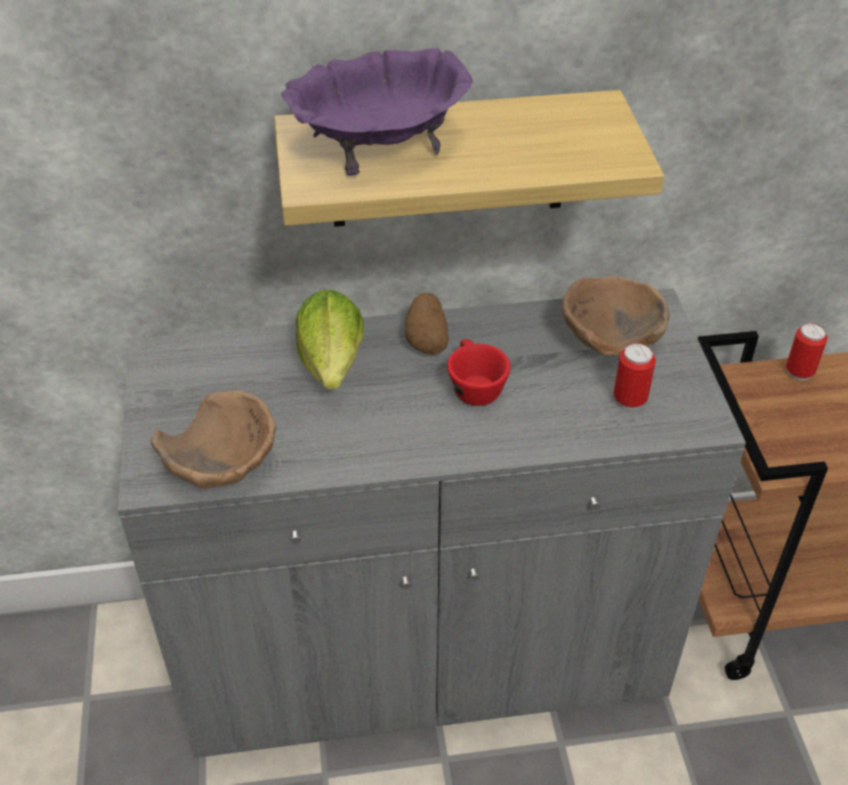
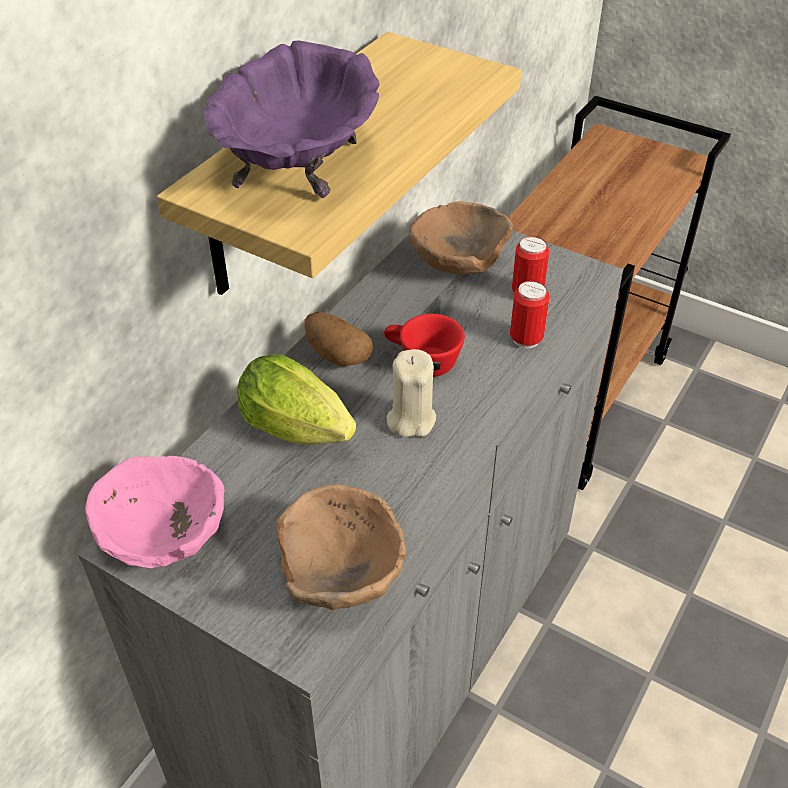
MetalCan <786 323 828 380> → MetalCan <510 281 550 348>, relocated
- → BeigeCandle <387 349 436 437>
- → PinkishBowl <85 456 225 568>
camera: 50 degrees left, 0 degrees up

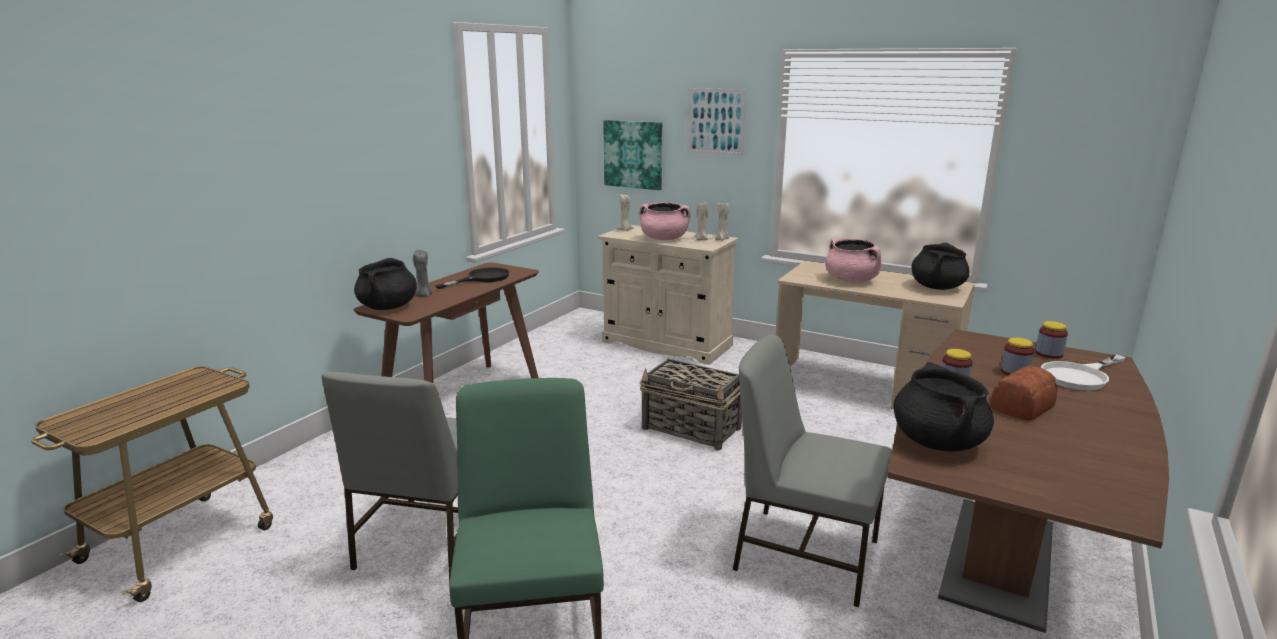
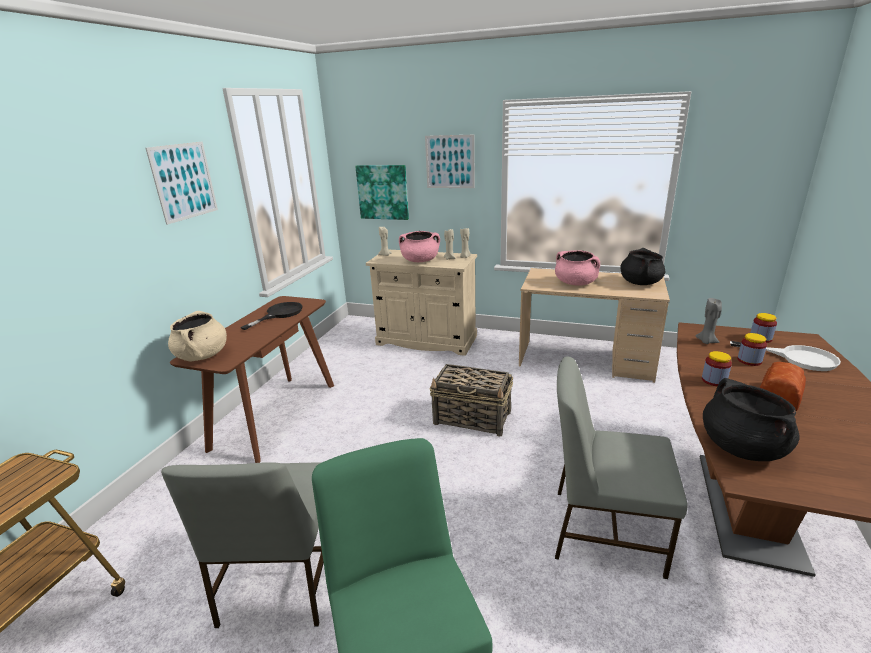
GreyCandle <413 250 432 297> → GreyCandle <695 298 722 344>, relocated
BlackColouredSaucepot <354 258 417 310> → BeigeSaucepot <168 311 227 362>
WhitishPan <1041 355 1126 390> → WhitishPan <730 341 841 371>, 105 degrees counterclockwise
- → WallArt <145 141 218 225>
camera: 10 degrees left, 5 degrees up

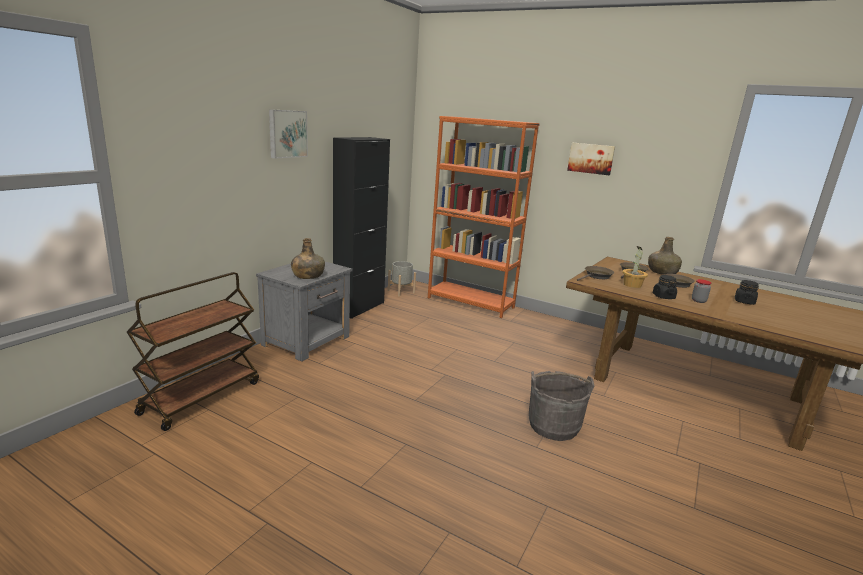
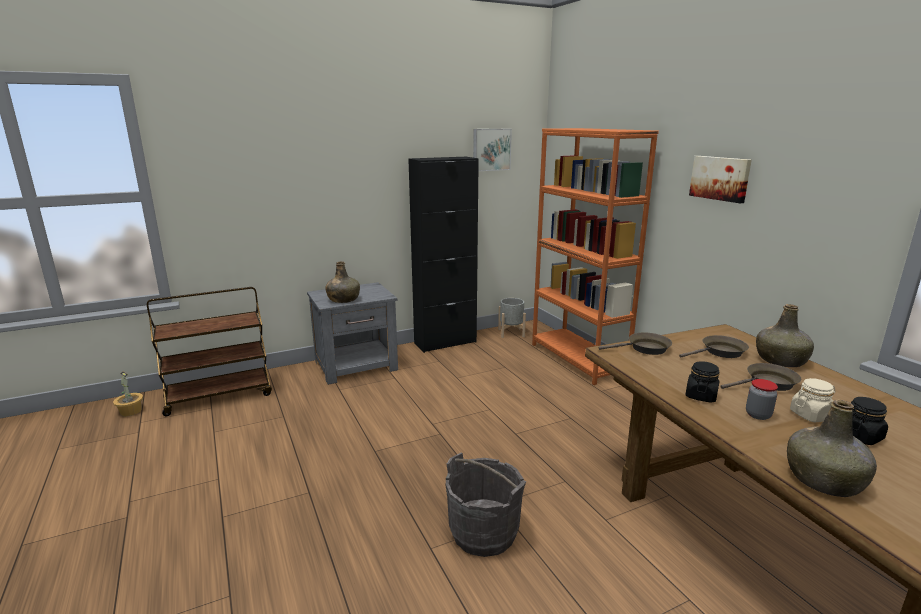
WallArt <269 109 308 159> → WallArt <473 129 512 171>, relocated
PottedPlant <622 246 648 288> → PottedPlant <113 372 143 416>, relocated
- → BeigePreserveJar <790 378 835 422>
- → GreenDrinkBottle <787 399 877 497>
camera: 35 degrees right, 0 degrees up

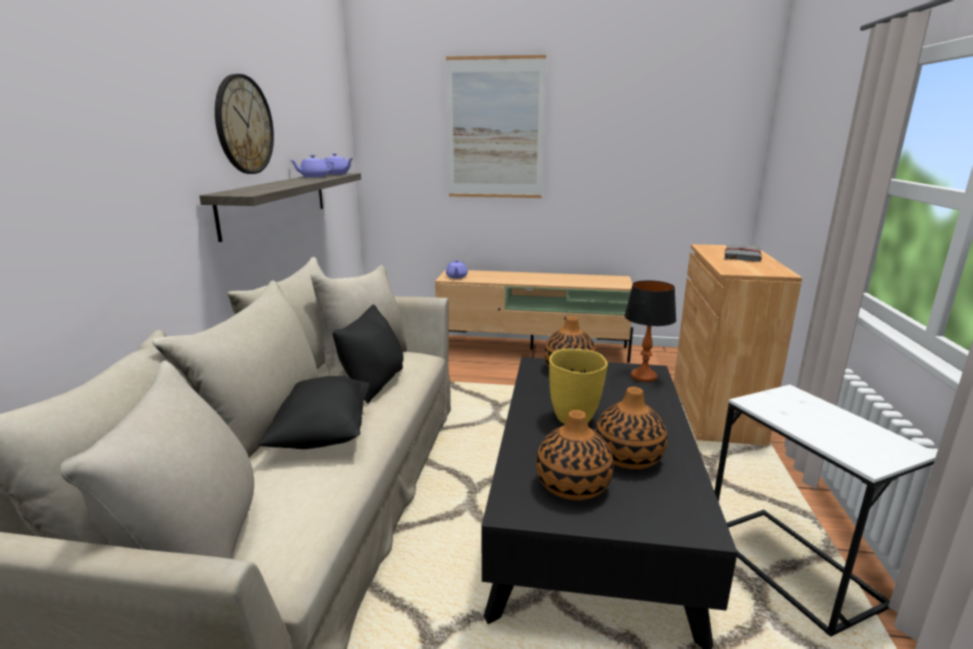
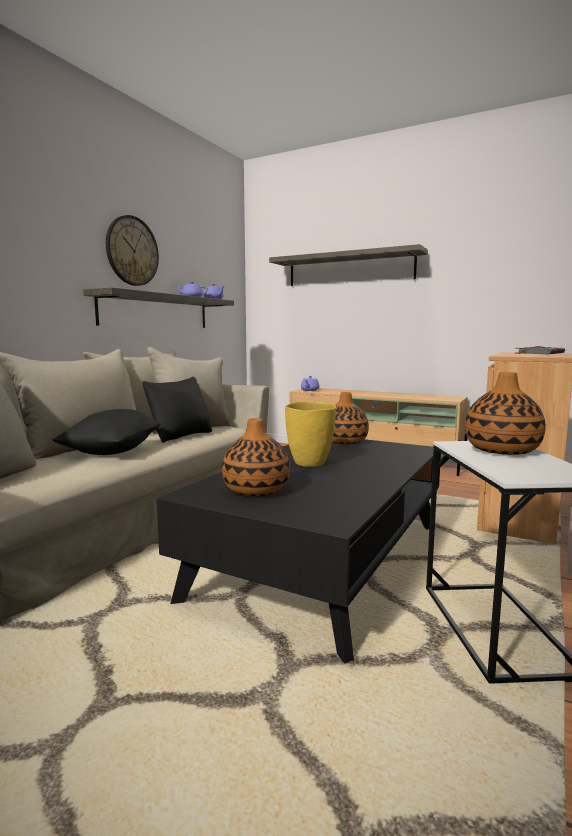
WallArt <446 55 546 198> → BracketShelf <269 244 428 286>
TabletopLamp <625 280 676 382> → -
FlowerVase <595 387 667 469> → FlowerVase <465 372 545 455>, relocated
camera: 20 degrees right, 10 degrees down

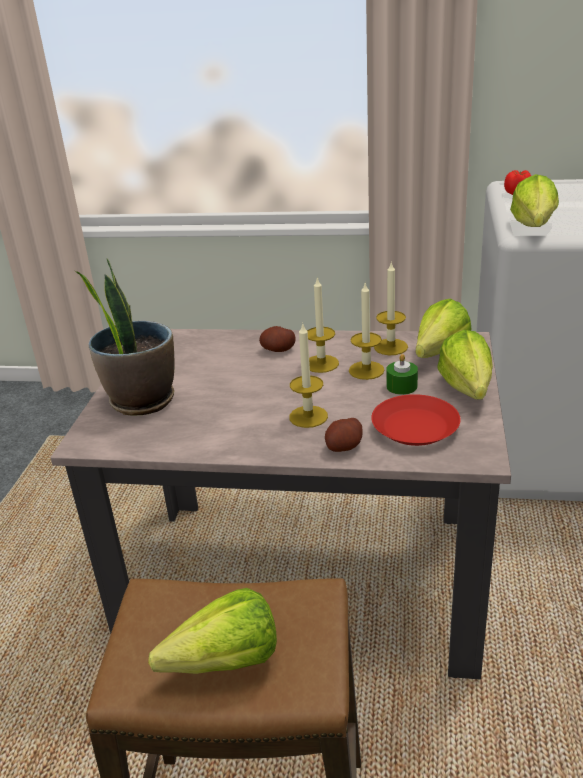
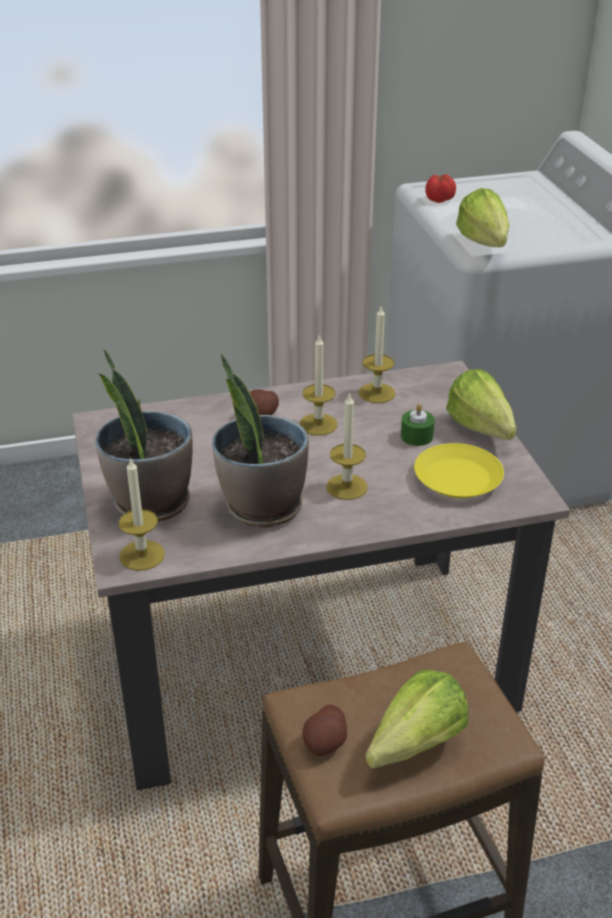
Candle <349 283 384 380> → Candle <119 457 165 571>, relocated
Lettuce <415 299 472 358> → -
RedFlatDish <371 394 461 446> → YellowColouredFlatDish <414 443 504 498>
Potato <325 418 363 452> → Potato <303 704 347 756>, relocated
- → PottedPlant <212 353 309 528>
camera: 25 degrees left, 5 degrees up

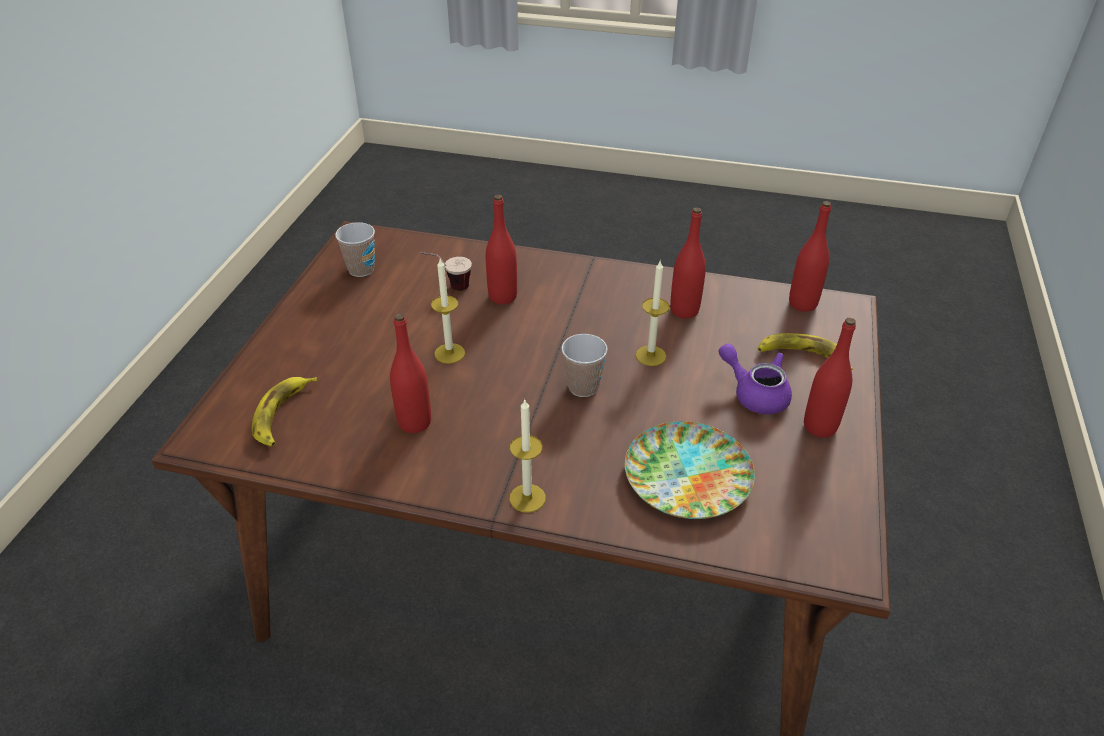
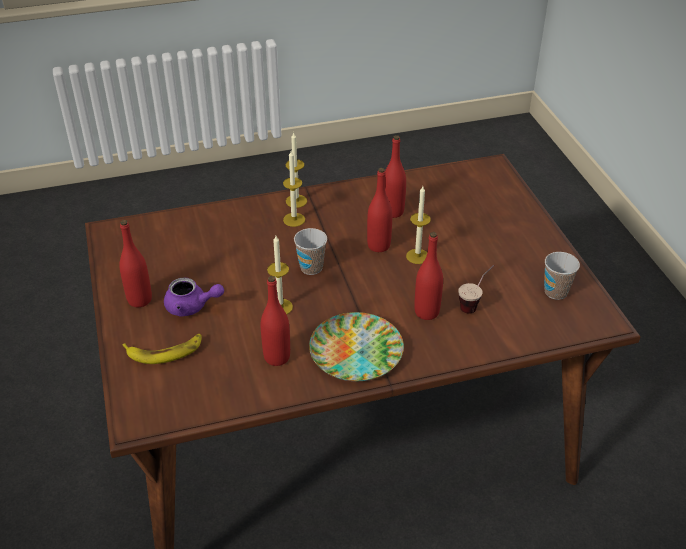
RedDrinkBottle <789 201 831 312> → RedDrinkBottle <367 168 392 252>, relocated
WholeBanana <252 377 317 446> → -
FlatDish <625 421 755 519> → FlatDish <309 312 404 381>, relocated
- → Candle <283 151 305 227>
camera: 150 degrees right, 0 degrees up

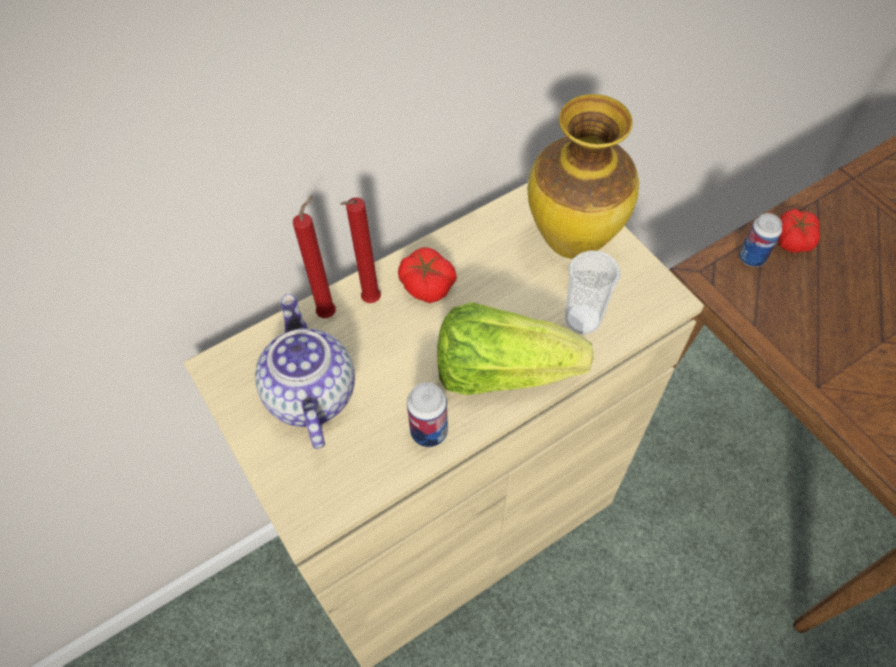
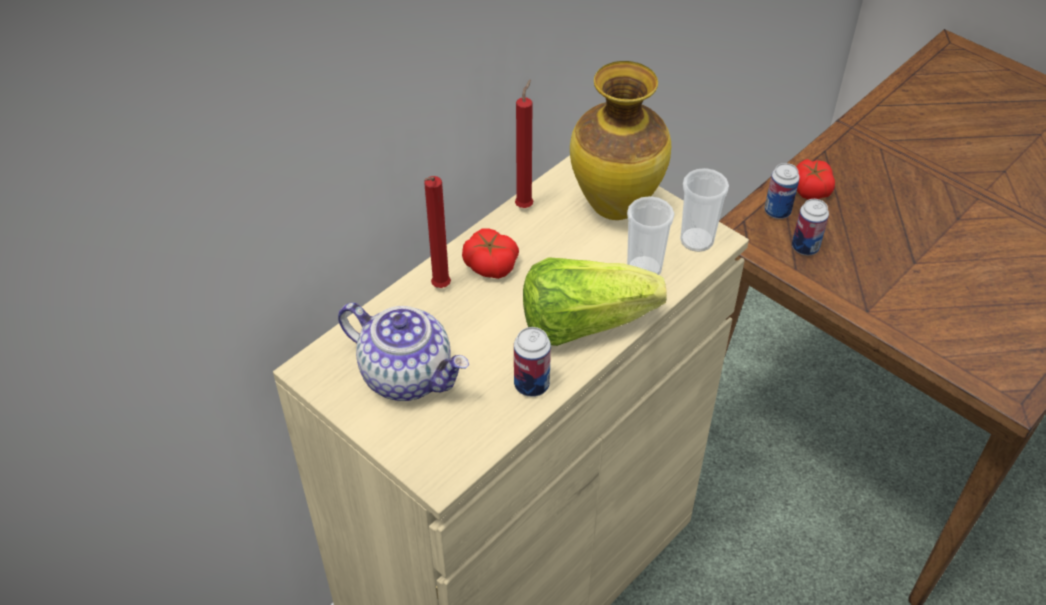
RedCandle <293 195 336 318> → RedCandle <515 79 533 208>, relocated
PotForTea <255 294 355 449> → PotForTea <338 303 469 401>, 150 degrees clockwise
- → DrinkingCup <680 168 729 252>
- → MetalCan <792 199 829 255>
camera: 15 degrees left, 10 degrees down

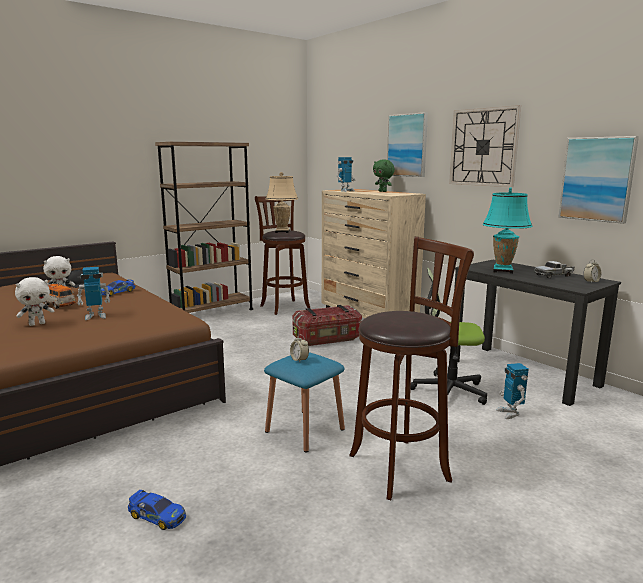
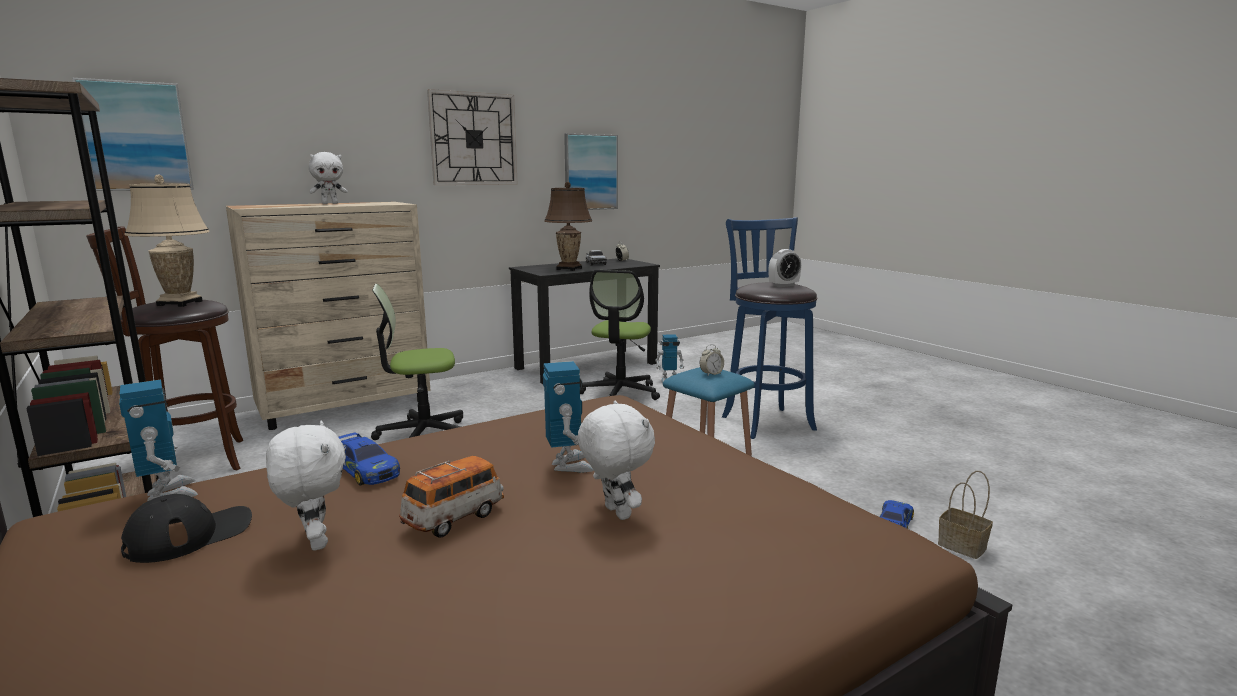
WallArt <387 112 428 177> → WallArt <73 78 194 191>, relocated
ModelRobot <337 157 355 192> → ModelRobot <119 380 198 501>, relocated
GreenSoftToy <373 159 395 192> → WhitishSoftToy <309 152 347 204>
BlueGreenTabletopLamp <483 188 532 274> → BrownTabletopLamp <544 182 592 271>
BrownStool <349 237 474 500> → BlueColouredStool <722 217 817 439>
StorageContainer <292 305 362 346> → OfficeChair <371 284 463 440>
- → TableClock <769 249 802 287>
- → Basket <938 471 993 559>
camera: 85 degrees left, 0 degrees up

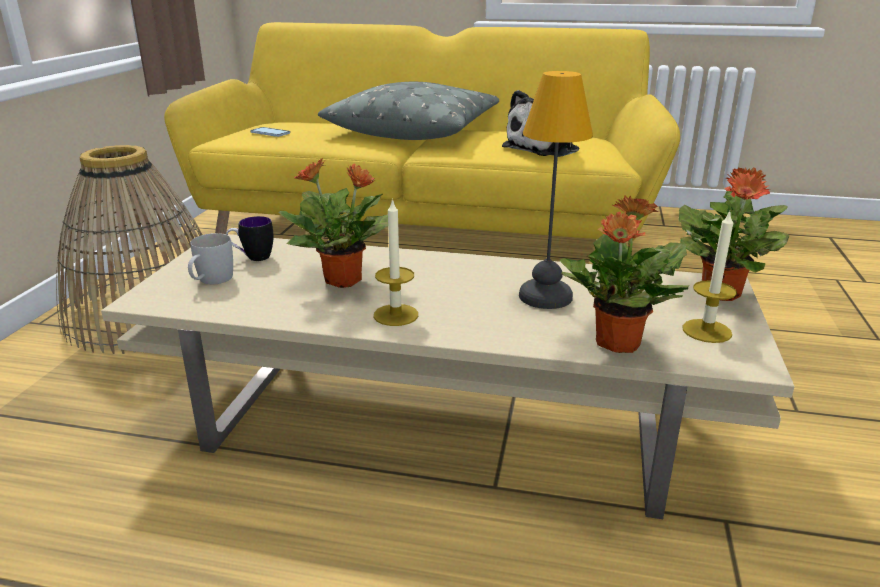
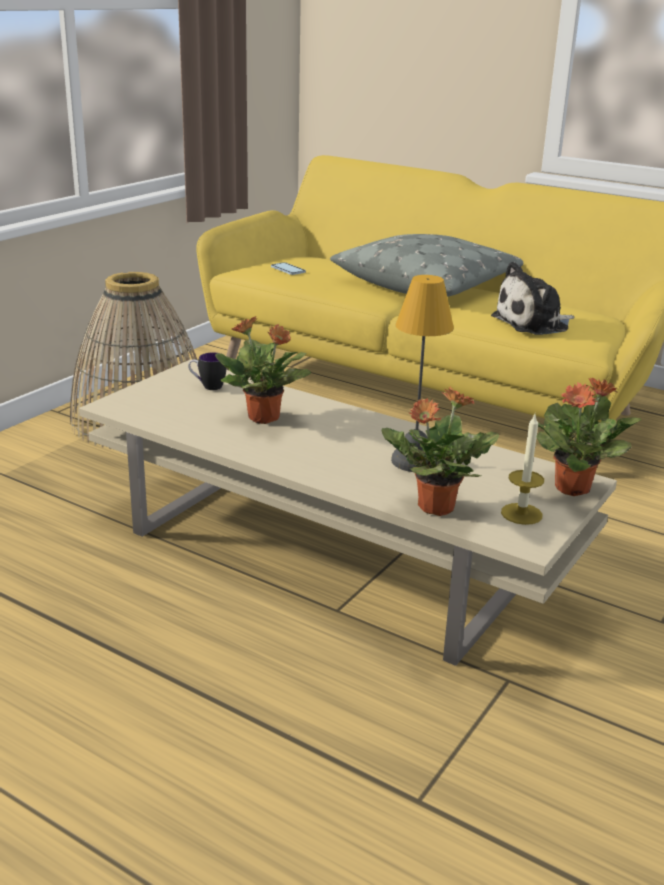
Candle <374 198 418 326> → -
WhitishTeaMug <188 233 233 284> → -
camera: 20 degrees right, 0 degrees up

